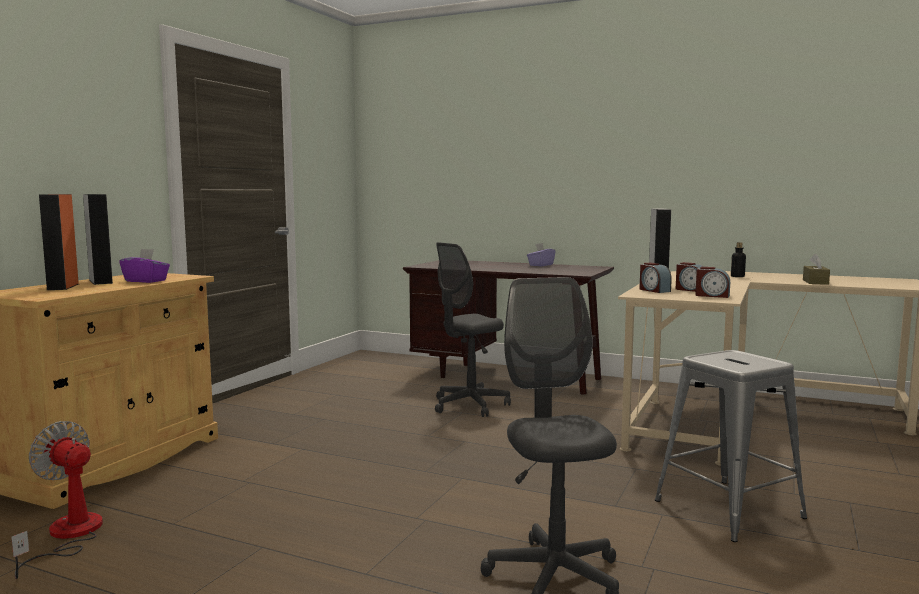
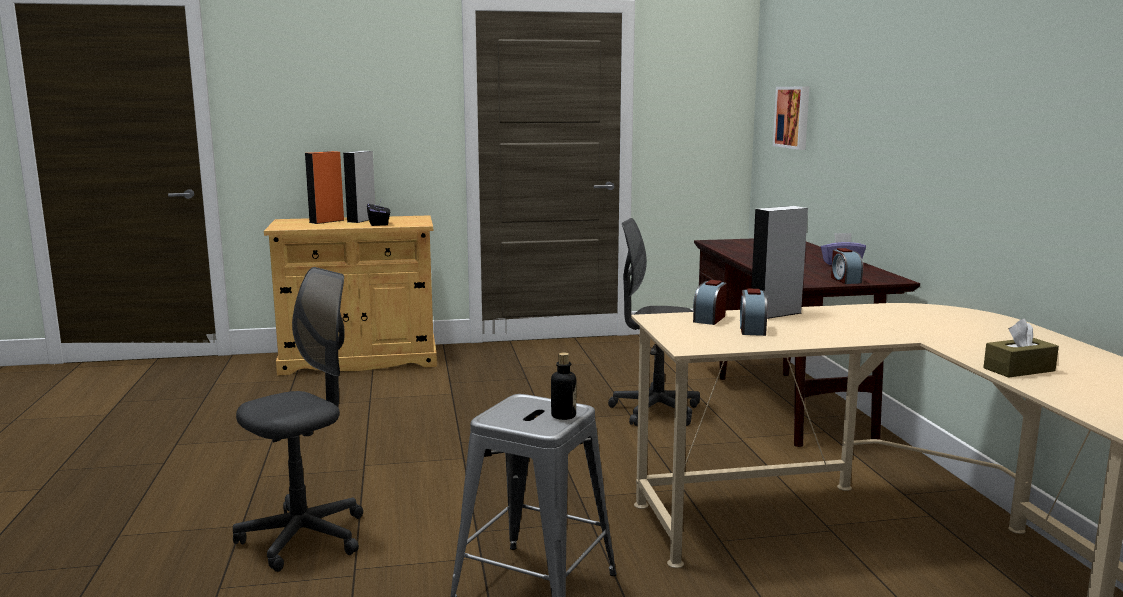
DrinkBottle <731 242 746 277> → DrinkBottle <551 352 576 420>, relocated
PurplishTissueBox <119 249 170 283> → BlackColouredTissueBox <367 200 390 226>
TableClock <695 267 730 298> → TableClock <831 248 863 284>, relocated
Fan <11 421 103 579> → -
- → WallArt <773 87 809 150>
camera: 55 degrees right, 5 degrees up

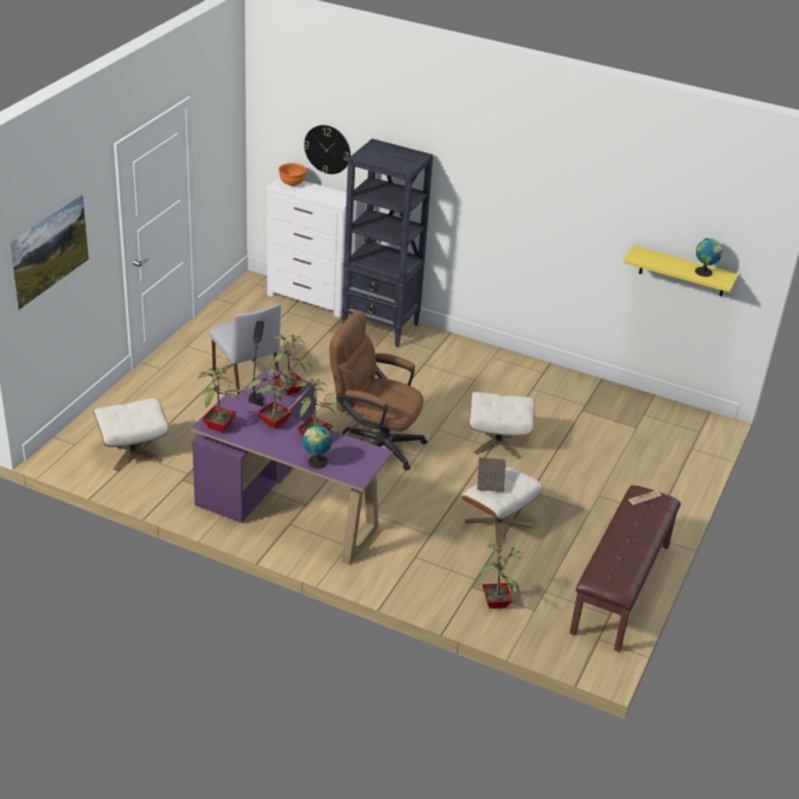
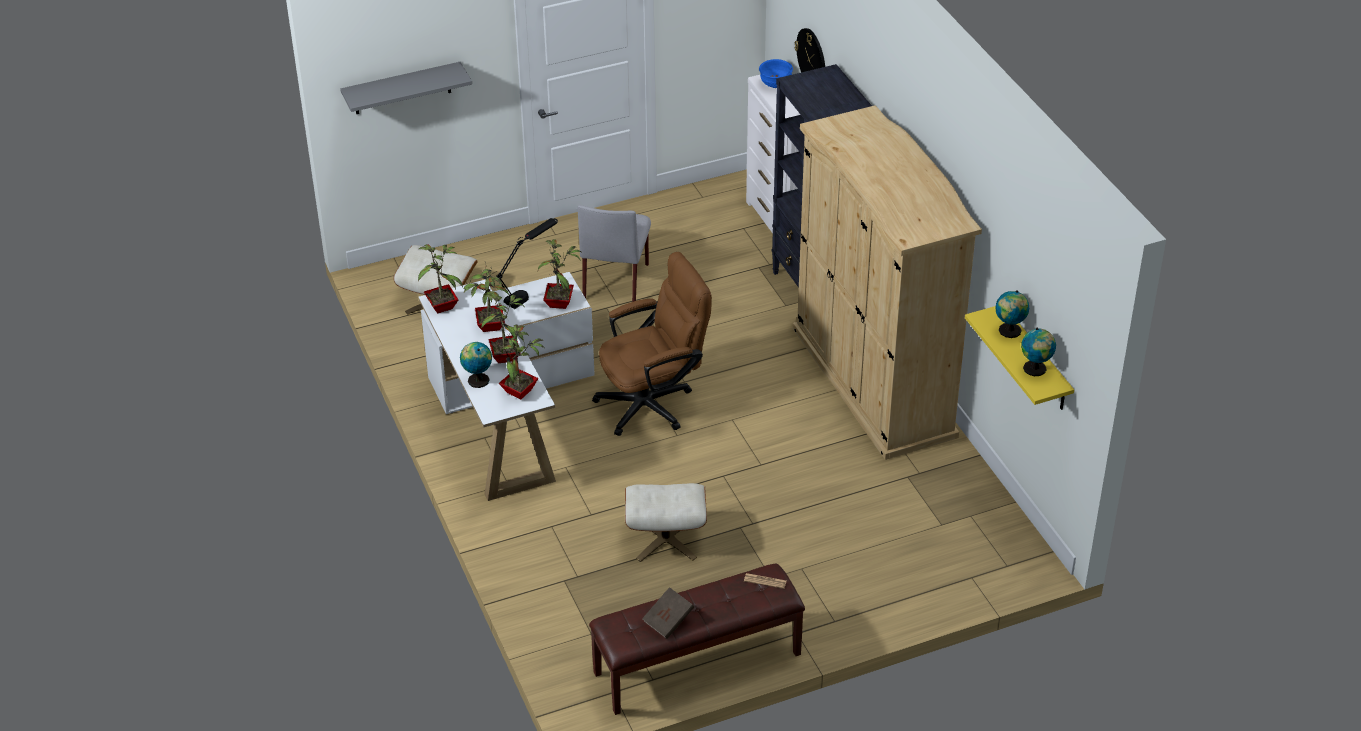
OrangeyBowl <278 163 306 186> → BlueColouredBowl <759 59 793 88>
WallArt <10 194 89 310> → GreyBracketShelf <340 62 472 114>
BrownOfficeChair <330 310 427 470> → BrownOfficeChair <592 252 712 436>, 90 degrees clockwise
PurplishDeskTable <191 367 393 565> → WhitishDeskTable <418 272 595 501>
BeigePouffe <469 392 535 459> → -
BrownVolume <477 457 506 492> → BrownVolume <642 587 694 639>, relocated
PottedPlant <479 543 522 609> → PottedPlant <499 325 544 400>, relocated
- → BeigeClothesCupboard <793 105 982 460>
- → DeskGlobe <995 290 1029 338>
camera: 45 degrees right, 5 degrees up

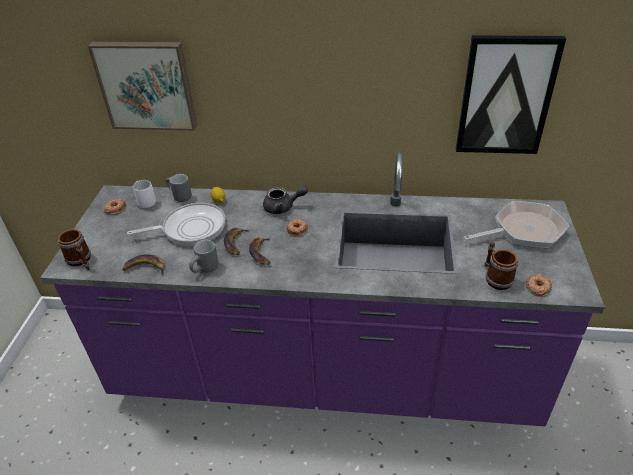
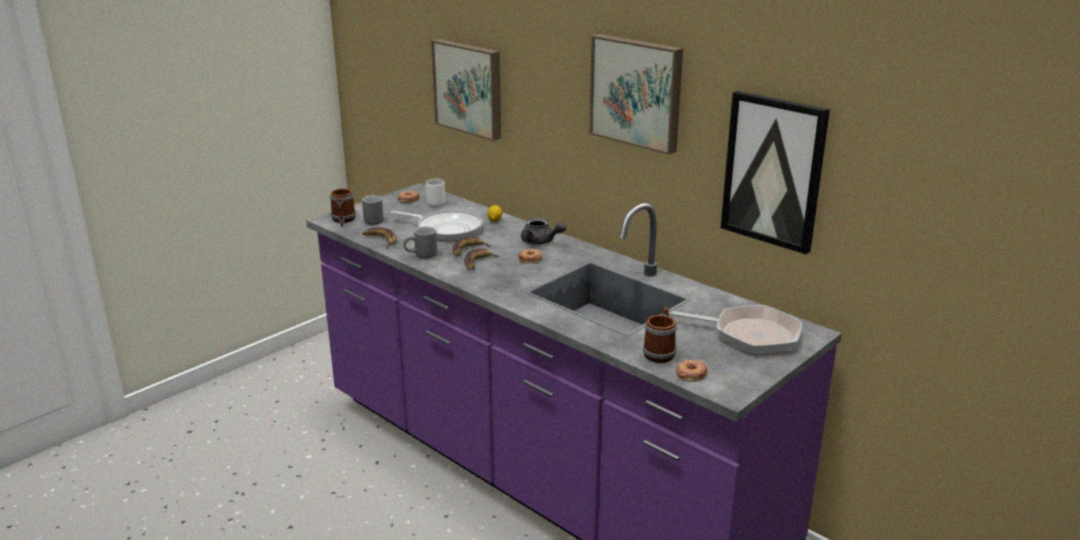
GreyTeaMug <166 174 192 202> → GreyTeaMug <362 195 384 225>, relocated
- → WallArt <589 34 683 155>
camera: 35 degrees right, 15 degrees down

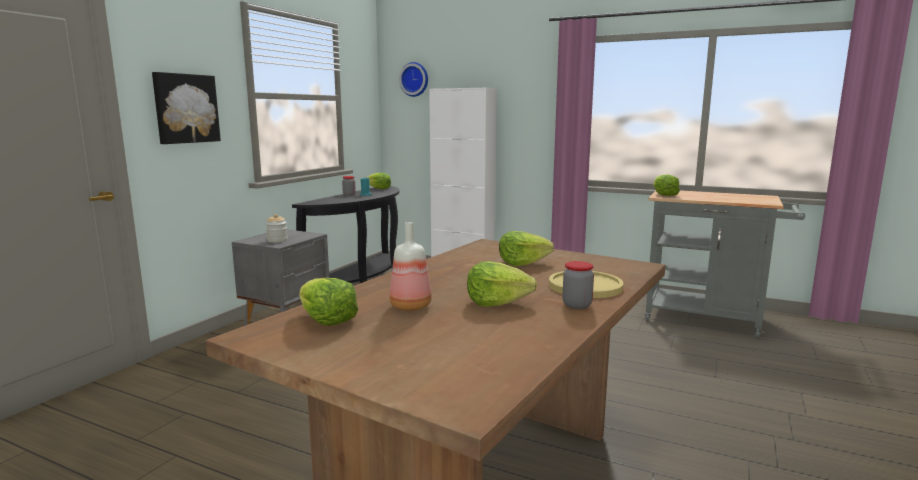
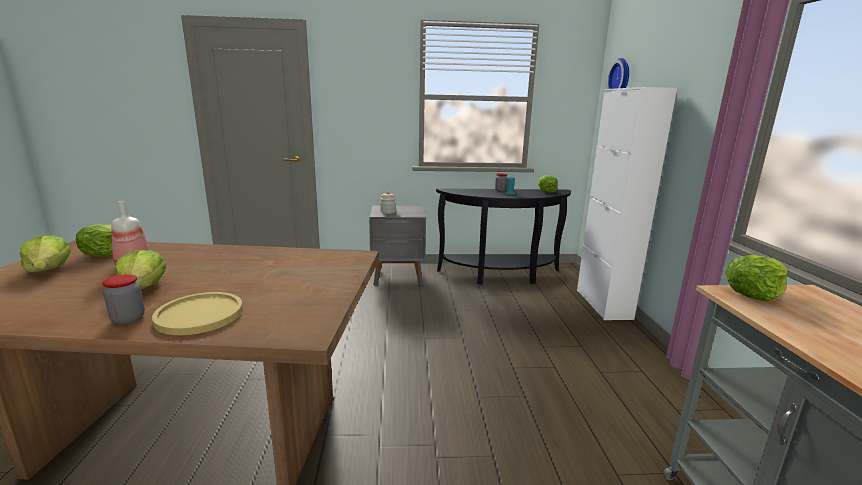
WallArt <152 72 221 144> → -
Lettuce <499 231 554 266> → Lettuce <20 235 71 272>, relocated
camera: 60 degrees right, 5 degrees up

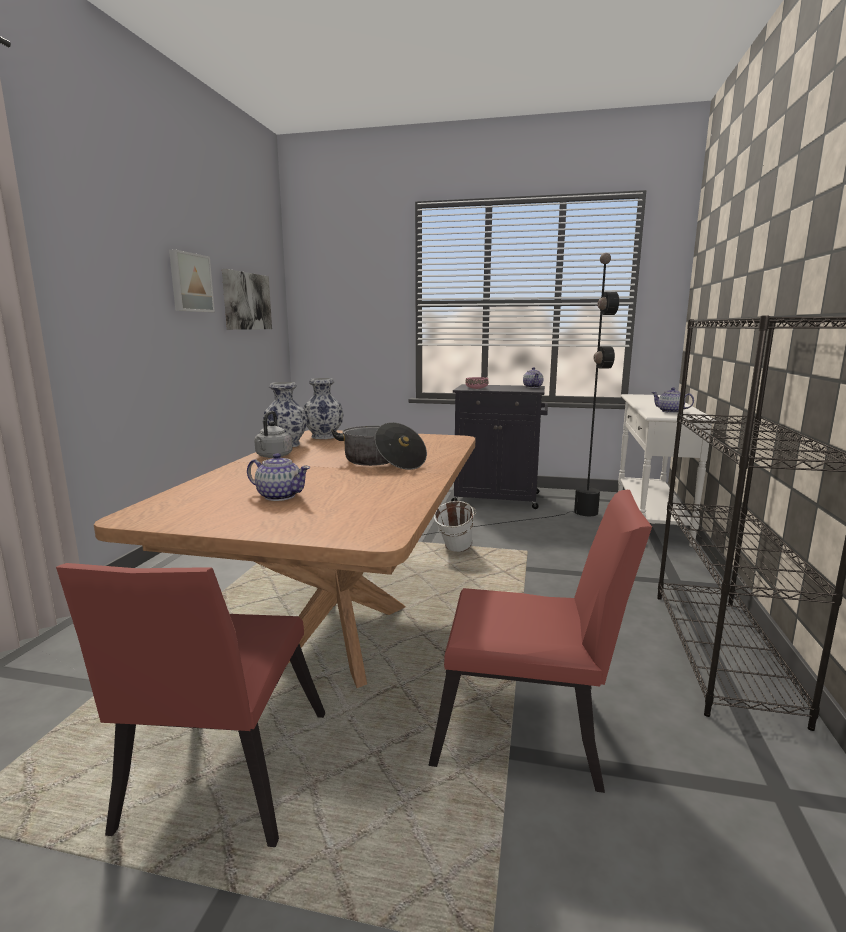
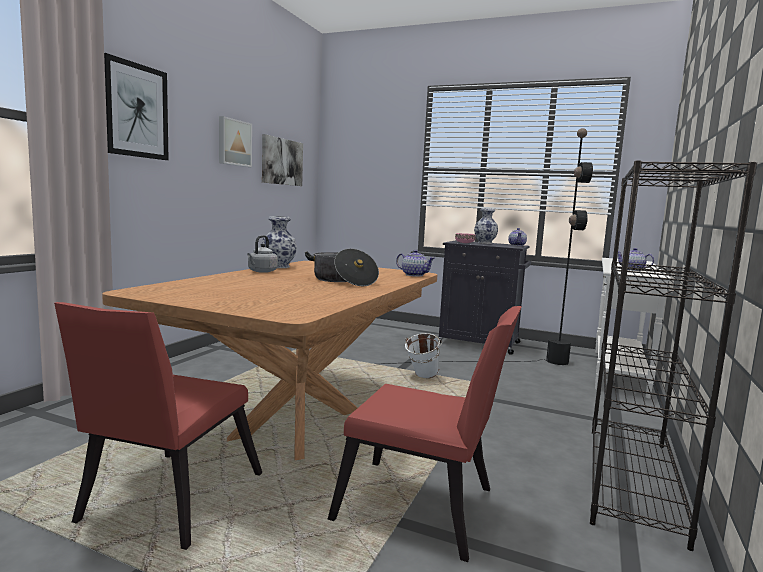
FlowerVase <304 378 344 439> → FlowerVase <474 208 498 244>, relocated
PotForTea <247 453 310 501> → PotForTea <396 250 435 277>, relocated
- → WallArt <104 53 169 160>
camera: 10 degrees right, 5 degrees down

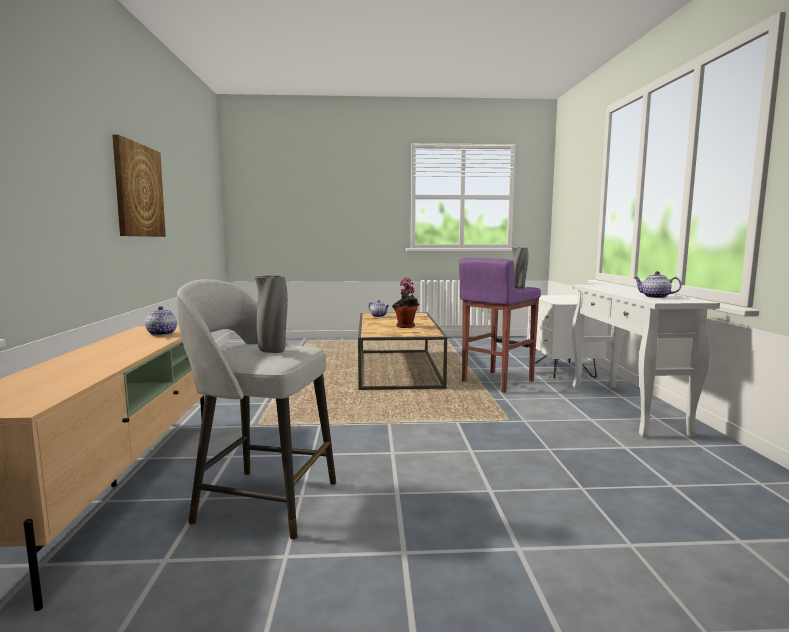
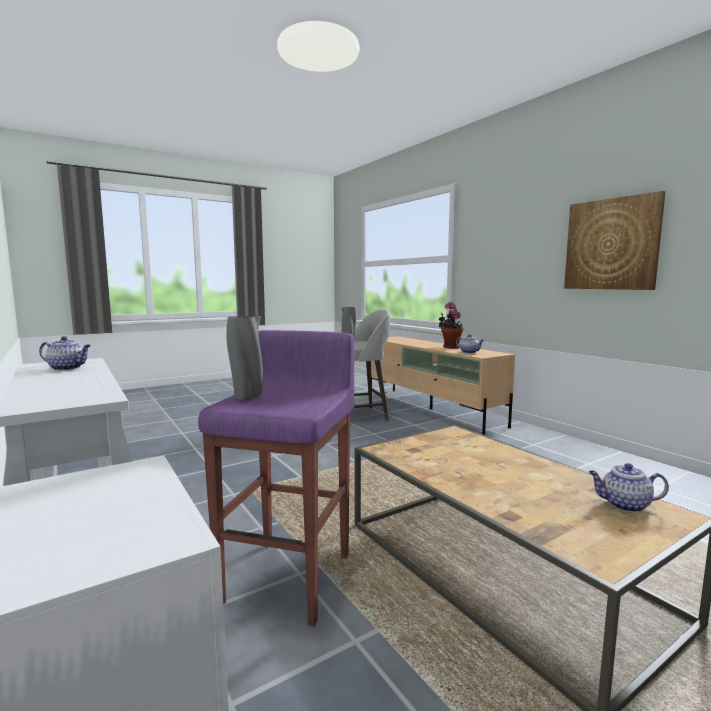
PottedPlant <392 278 419 328> → PottedPlant <439 302 464 348>, relocated
camera: 150 degrees right, 0 degrees up

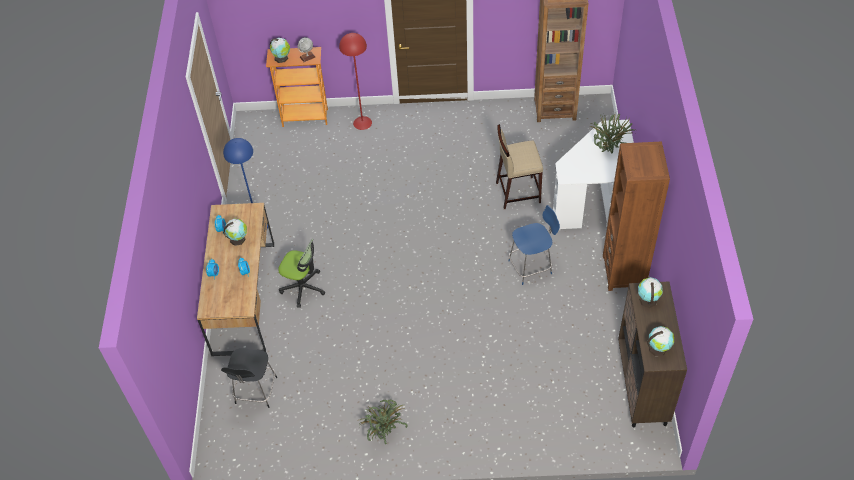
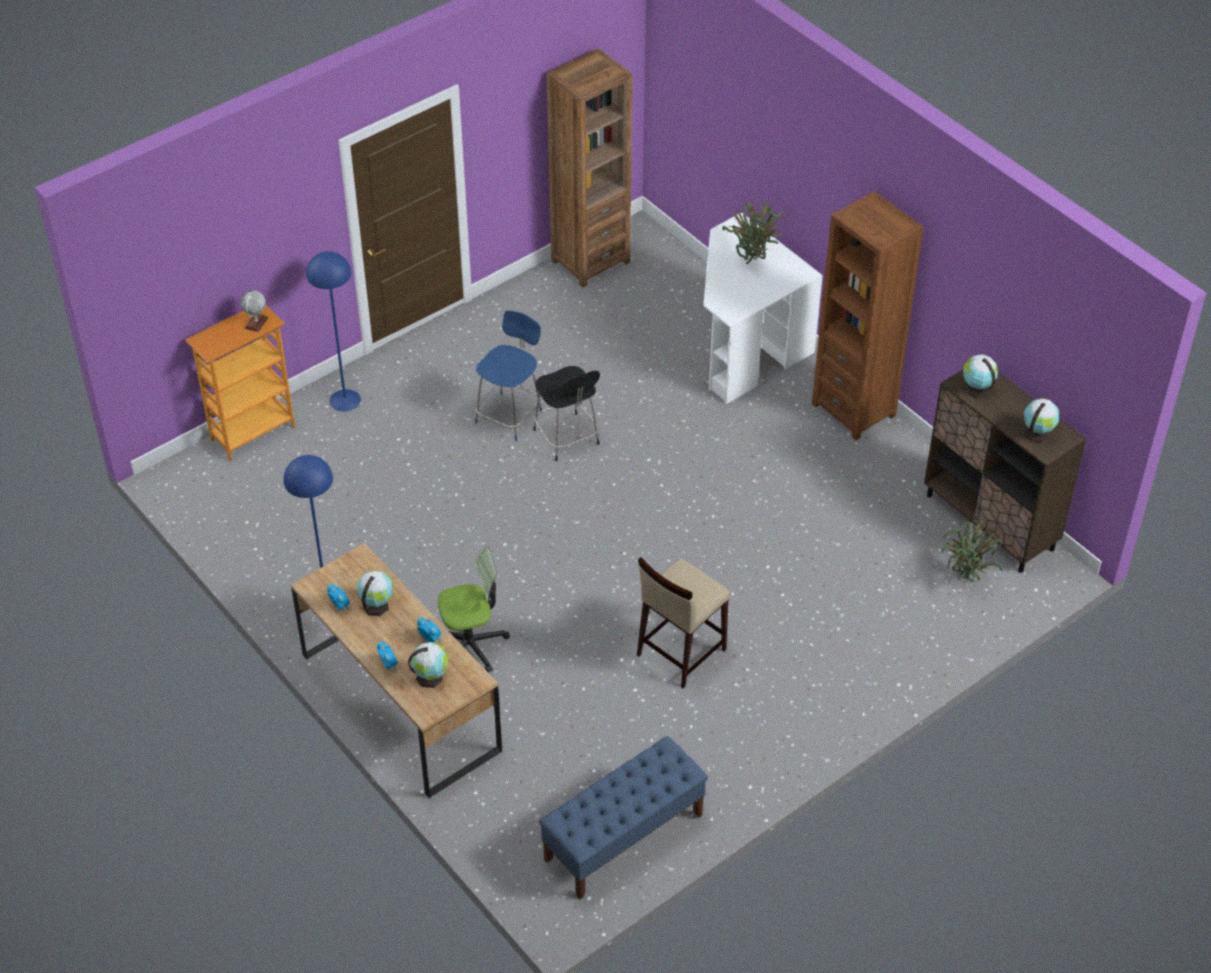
RedStandingLamp <339 33 372 130> → BlueColouredStandingLamp <306 251 361 412>
DeskGlobe <270 38 290 63> → DeskGlobe <408 642 449 688>, relocated
BeigeStool <496 124 543 209> → BeigeStool <637 557 730 689>, relocated
BlueColouredChair <509 205 560 285> → BlueColouredChair <475 310 542 441>, relocated
BlackColouredChair <221 348 277 408> → BlackColouredChair <534 366 600 461>, relocated
PottedPlant <357 400 407 444> → PottedPlant <941 516 1003 582>, relocated
- → BlueColouredIndoorBench <539 736 708 899>
camera: 40 degrees left, 5 degrees down

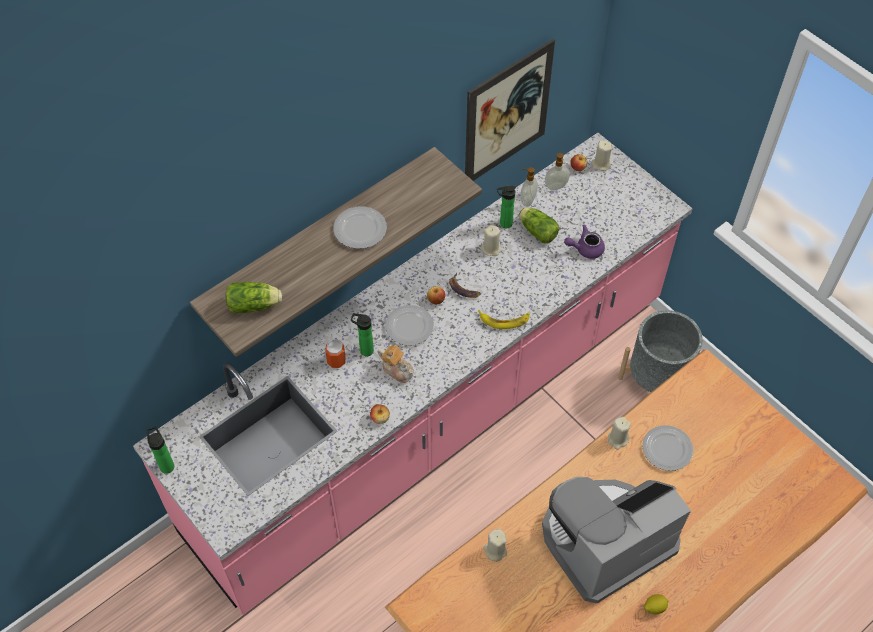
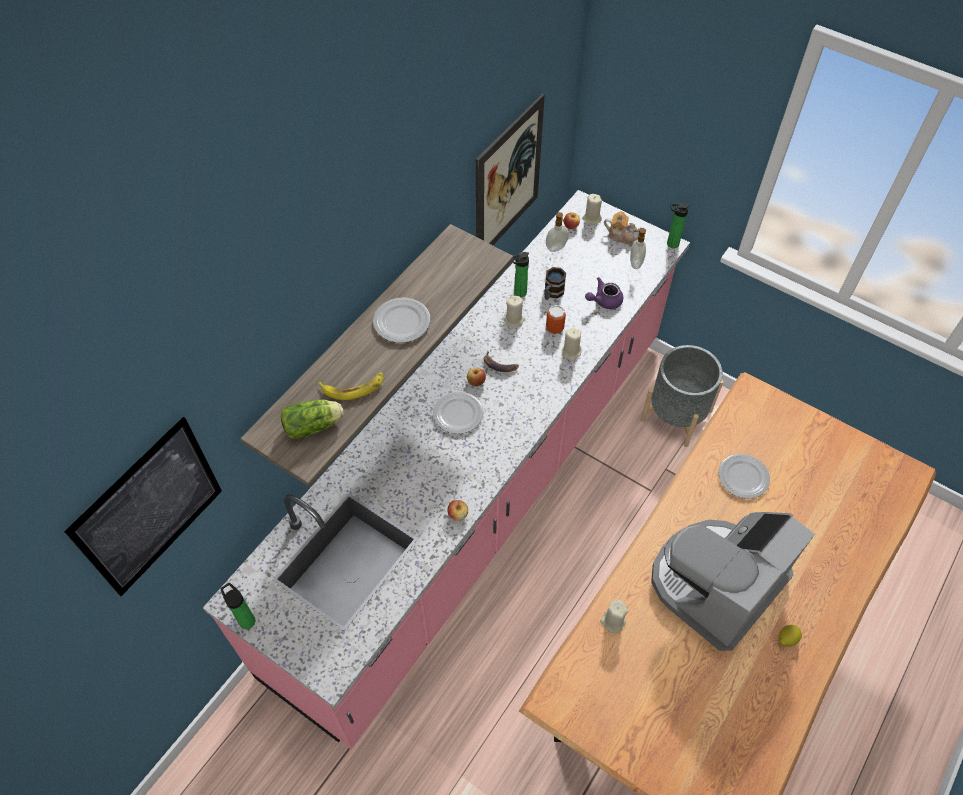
SoapBottle <521 167 538 207> → SoapBottle <630 228 646 269>, relocated
Lettuce <519 207 559 244> → TeaMug <544 267 566 300>
WholeBanana <478 310 530 329> → WholeBanana <318 372 383 400>, relocated
DrinkBottle <351 313 374 356> → DrinkBottle <667 203 689 248>, relocated
MetalCan <325 340 346 368> → MetalCan <546 305 566 334>, relocated
PotForTea <378 345 414 383> → PotForTea <604 211 640 245>, relocated
BeigeCandle <608 417 631 450> → BeigeCandle <561 327 582 361>, relocated
- → WallArt <64 417 222 596>
camera: 15 degrees left, 0 degrees up

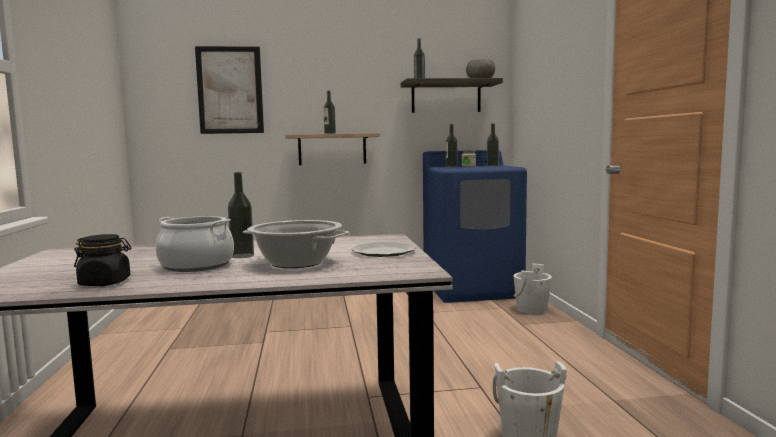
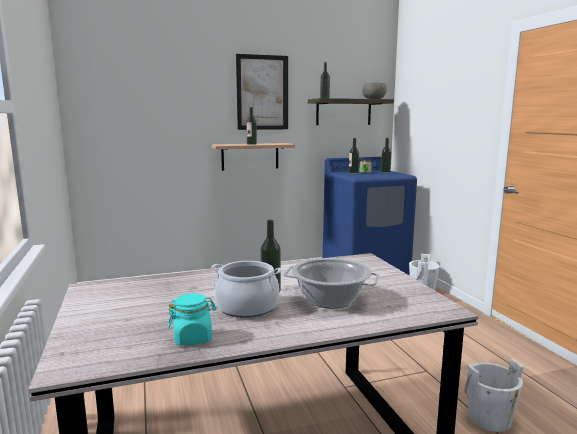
WallArt <195 46 264 134> → WallArt <236 54 288 130>, relocated
BlackColouredPreserveJar <74 234 131 286> → BlueGreenPreserveJar <168 293 216 346>
FlatDish <351 242 416 257> → -
camera: 10 degrees left, 5 degrees up

